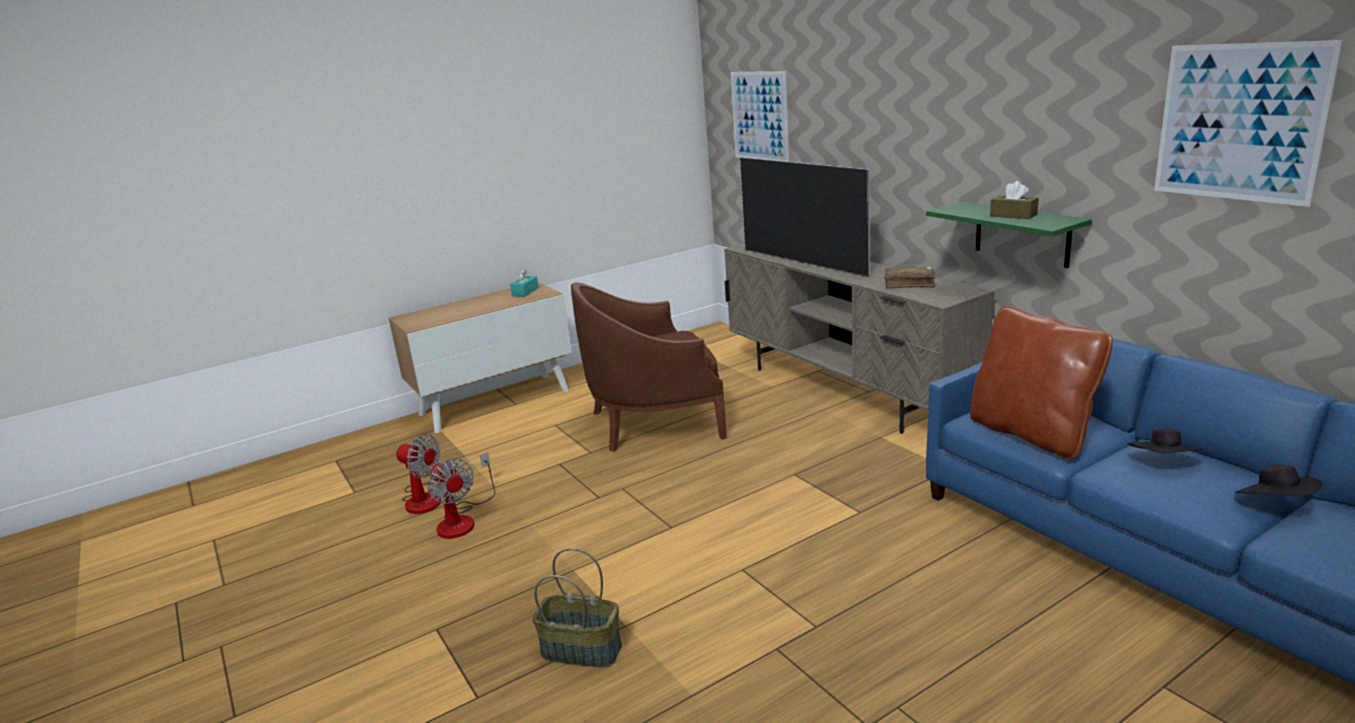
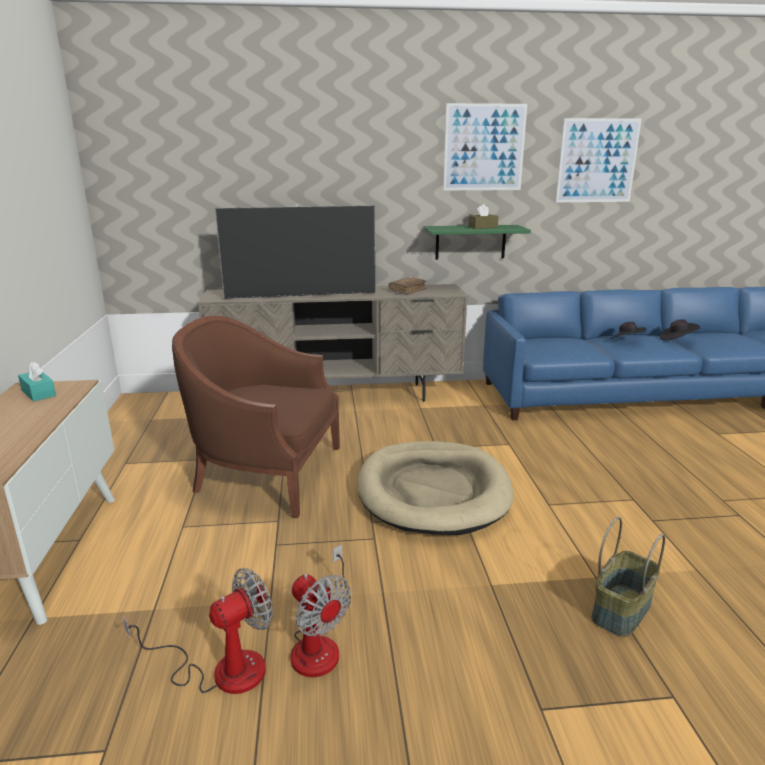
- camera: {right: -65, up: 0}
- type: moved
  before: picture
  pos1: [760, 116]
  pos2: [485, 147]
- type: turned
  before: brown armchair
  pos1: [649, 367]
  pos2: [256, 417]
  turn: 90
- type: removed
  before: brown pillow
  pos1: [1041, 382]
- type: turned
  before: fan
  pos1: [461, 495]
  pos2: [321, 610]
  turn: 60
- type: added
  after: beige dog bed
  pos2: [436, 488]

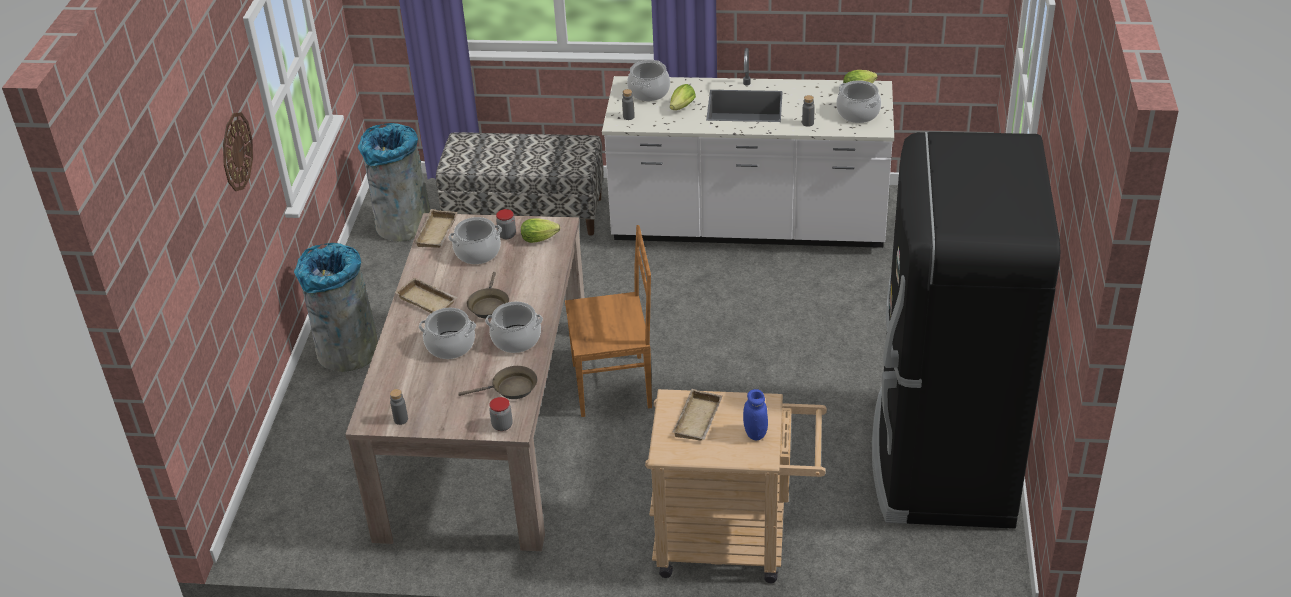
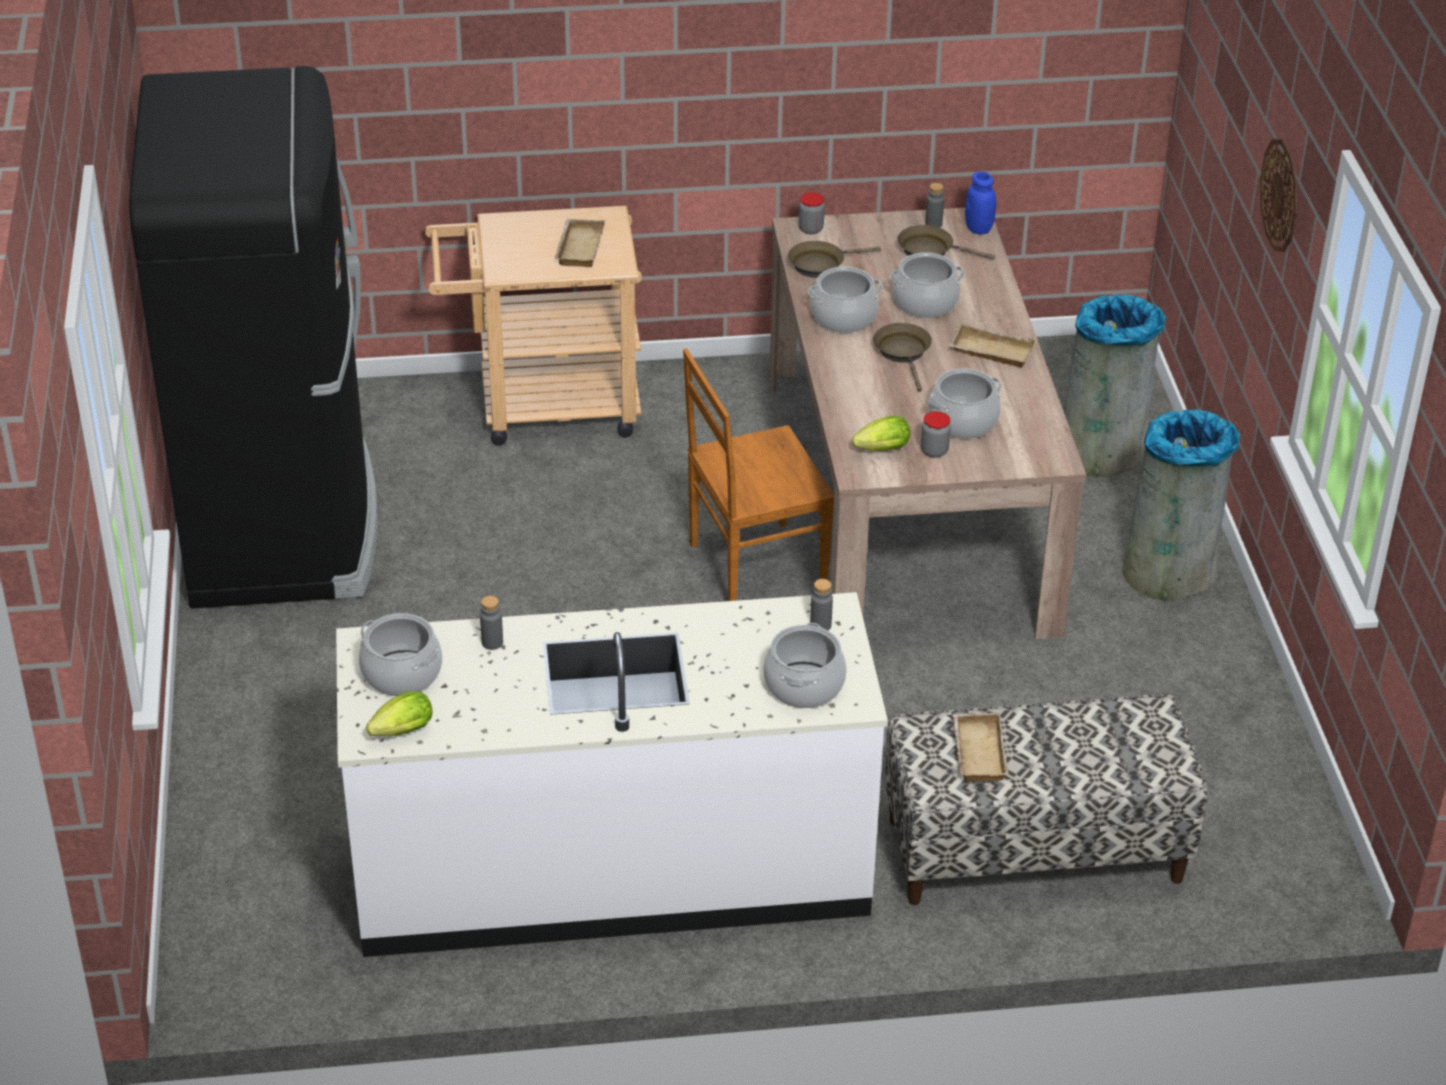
- camera: {right: 165, up: 0}
- type: removed
  before: lettuce
  pos1: [683, 97]
- type: moved
  before: grey trash can
  pos1: [394, 182]
  pos2: [1115, 385]
- type: moved
  before: beige tray
  pos1: [436, 228]
  pos2: [981, 747]
- type: moved
  before: blue jar
  pos1: [755, 414]
  pos2: [980, 203]
- type: added
  after: brown frying pan
  pos2: [946, 242]

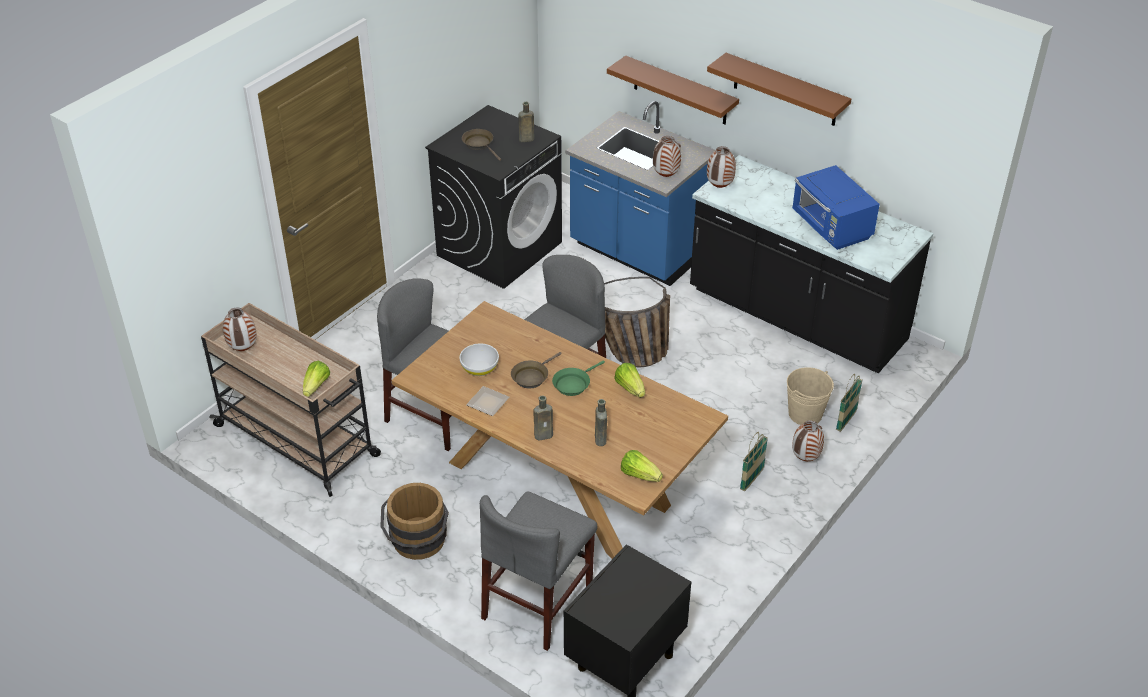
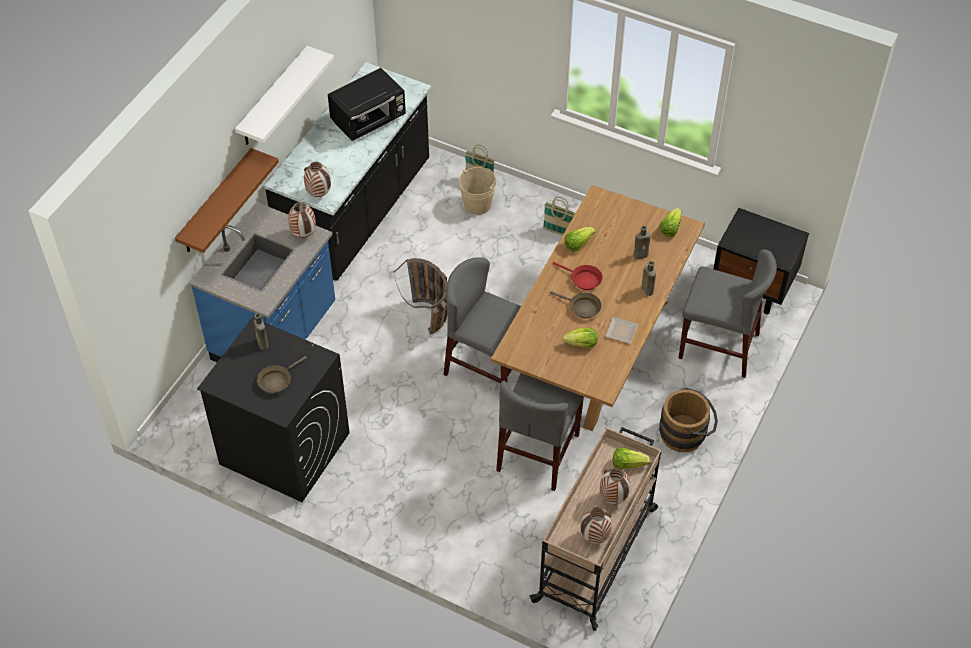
- camera: {right: -100, up: 10}
- type: recoloured
  before: brown shelf
  after: white shelf
  pos1: [779, 89]
  pos2: [284, 95]
- type: recoloured
  before: blue microwave
  after: black microwave
  pos1: [836, 207]
  pos2: [367, 104]
- type: replaced
  before: white bowl
  after: lettuce
  pos1: [479, 359]
  pos2: [580, 337]
- type: recoloured
  before: green frying pan
  after: red frying pan
  pos1: [578, 378]
  pos2: [578, 276]
- type: moved
  before: vase
  pos1: [808, 440]
  pos2: [615, 486]

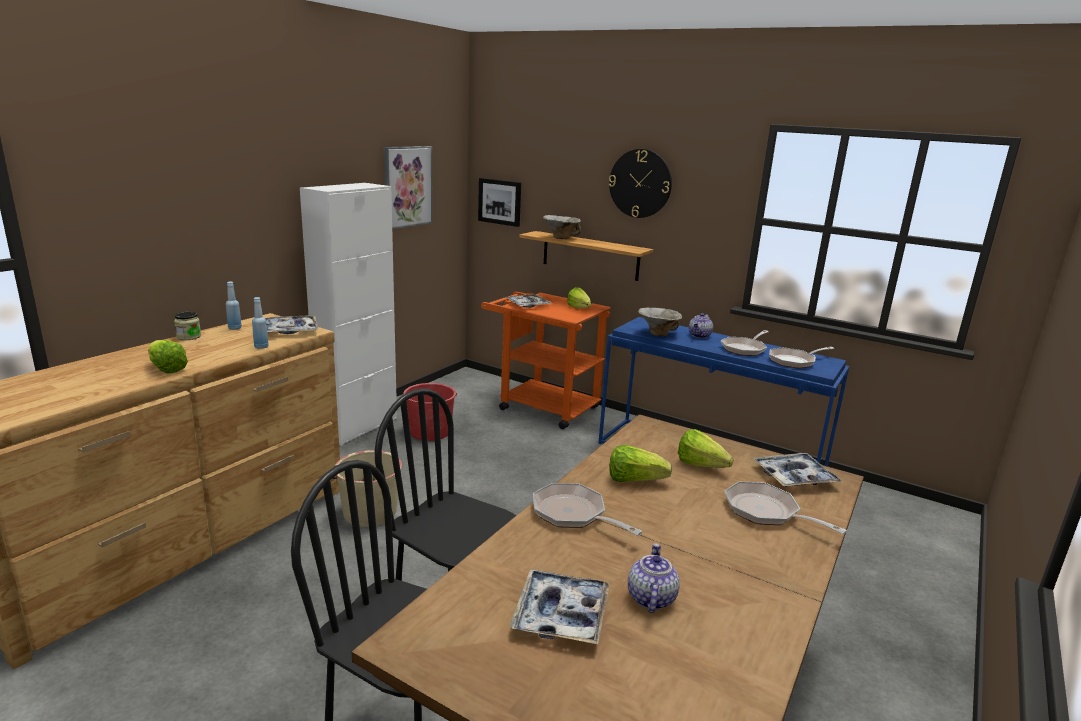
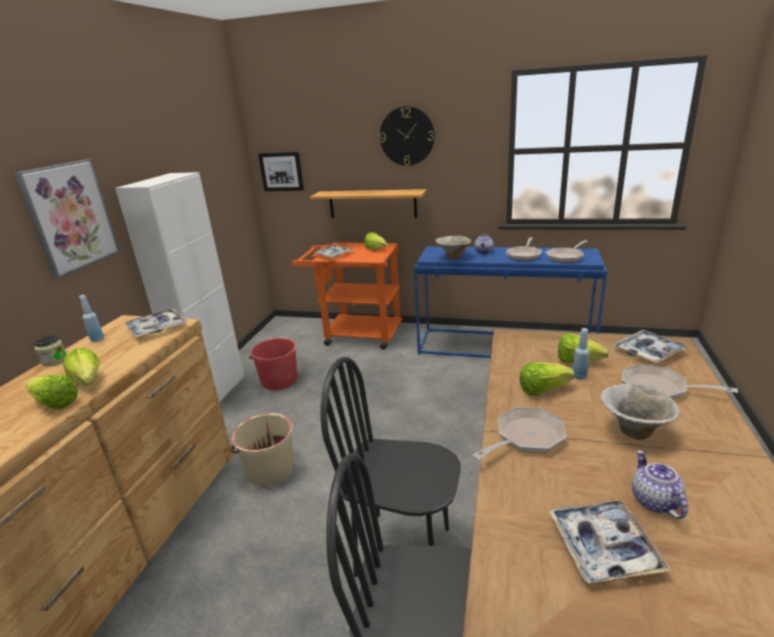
- camera: {right: -15, up: 5}
- type: moved
  before: picture
  pos1: [408, 187]
  pos2: [67, 218]
- type: moved
  before: bowl
  pos1: [562, 227]
  pos2: [640, 411]
- type: moved
  before: blue bottle
  pos1: [260, 323]
  pos2: [581, 353]
- type: turned
  before: frying pan
  pos1: [587, 509]
  pos2: [519, 434]
  turn: 120
- type: added
  after: lettuce
  pos2: [81, 366]

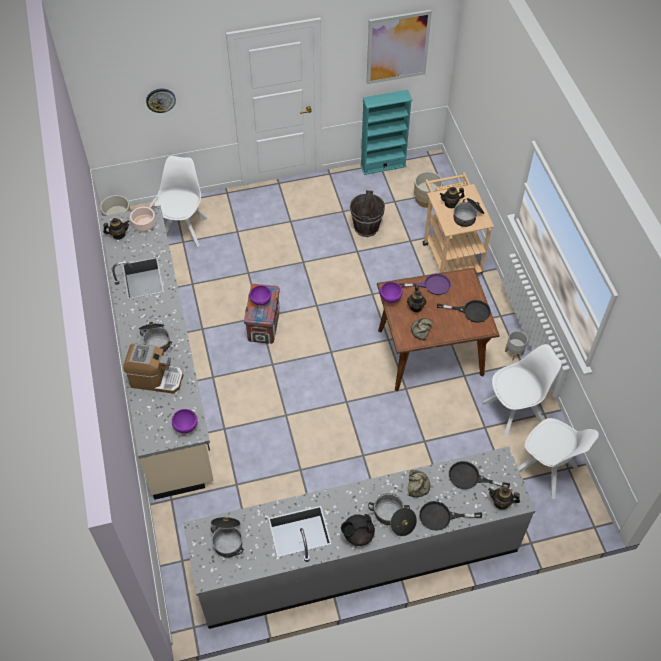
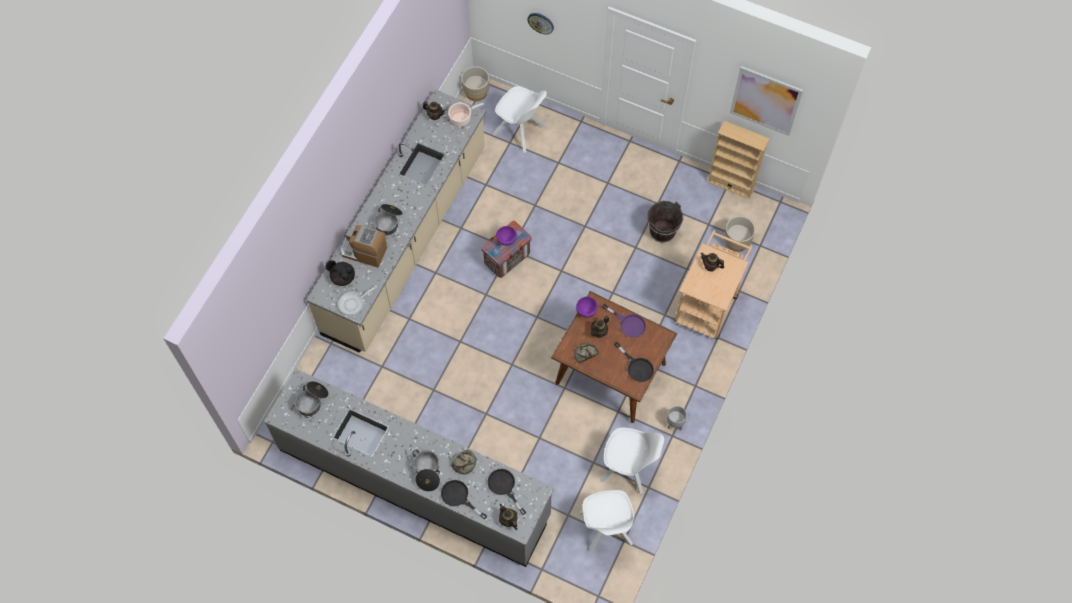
- camera: {right: 40, up: 10}
- type: recoloured
  before: turquoise bookcase
  after: beige bookcase
  pos1: [386, 132]
  pos2: [738, 159]
- type: turned
  before: white chair
  pos1: [181, 201]
  pos2: [520, 119]
  turn: 75
- type: removed
  before: cooking pot
  pos1: [468, 212]
- type: turned
  before: coffee machine
  pos1: [153, 369]
  pos2: [363, 246]
  turn: 150
- type: replaced
  before: purple bowl
  after: frying pan
  pos1: [185, 421]
  pos2: [357, 300]
- type: moved
  before: black teapot
  pos1: [358, 530]
  pos2: [340, 273]

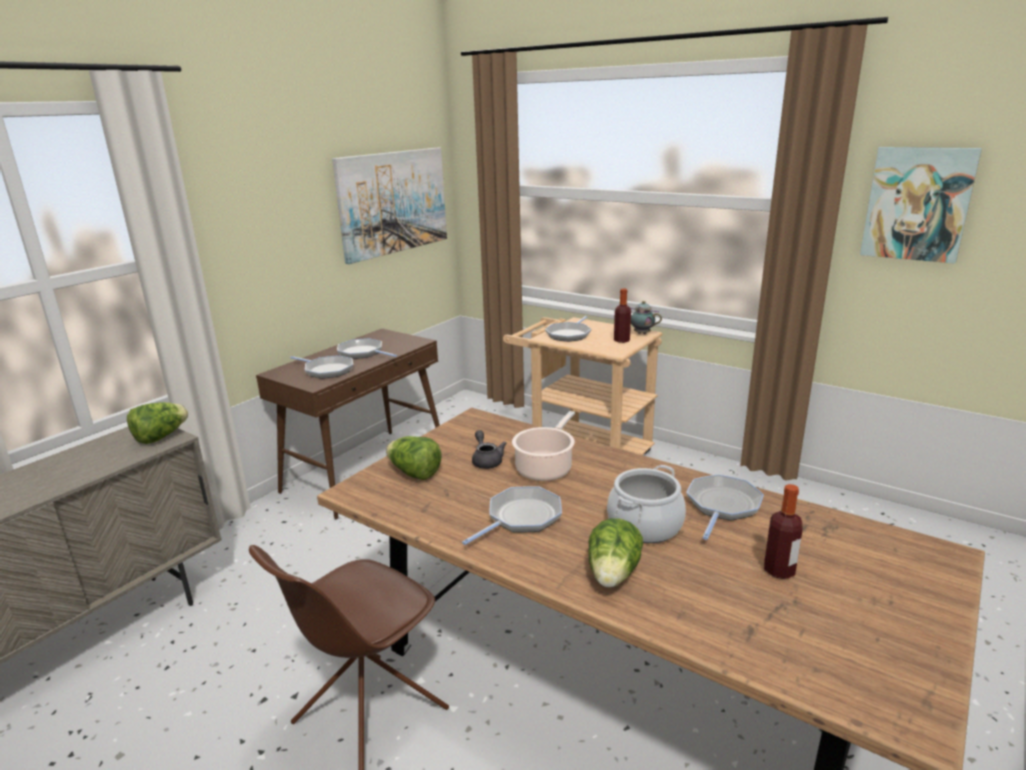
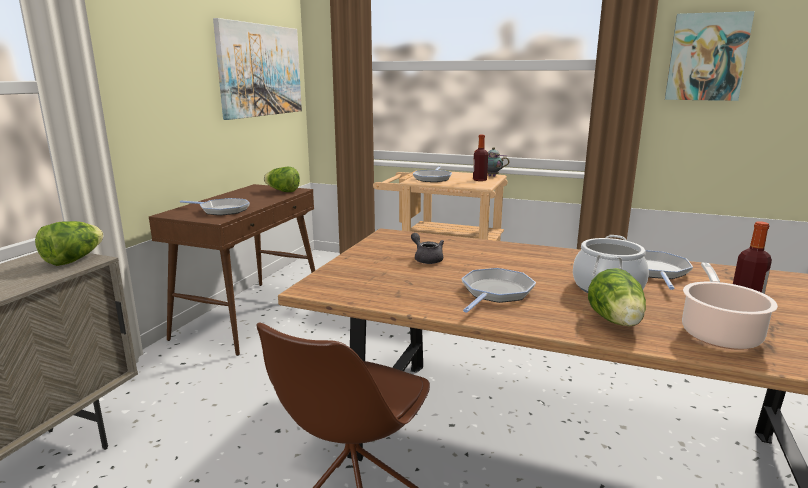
- camera: {right: -15, up: -5}
- type: removed
  before: frying pan
  pos1: [367, 348]
- type: moved
  before: cooking pot
  pos1: [543, 446]
  pos2: [730, 306]
- type: moved
  before: lettuce
  pos1: [413, 458]
  pos2: [282, 179]

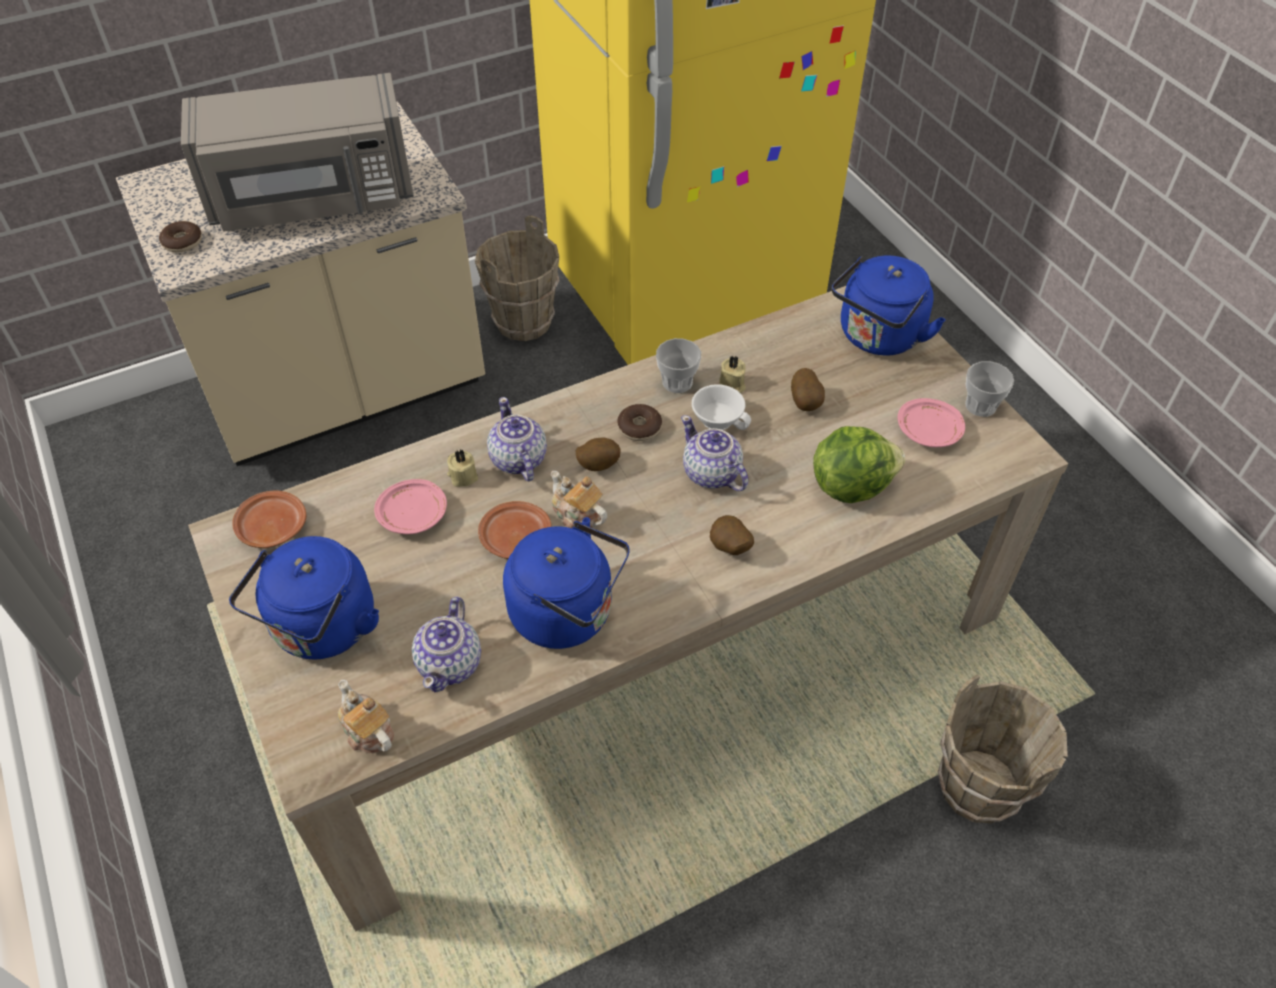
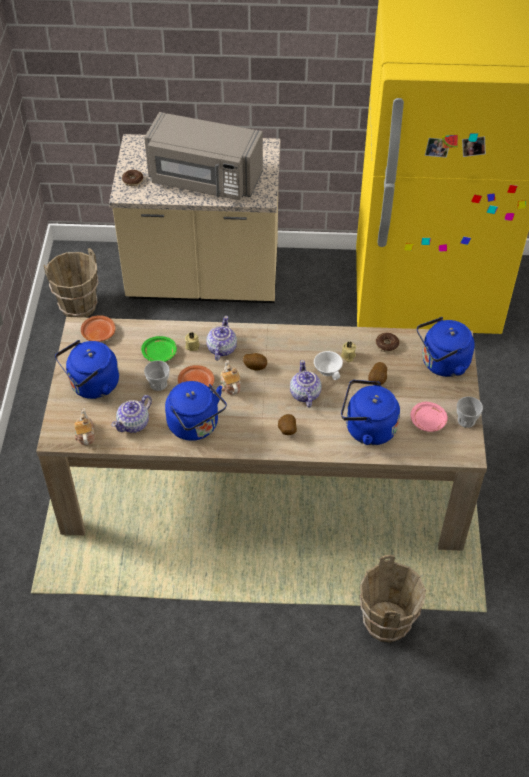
- camera: {right: 30, up: 0}
- type: moved
  before: brown bucket
  pos1: [517, 278]
  pos2: [71, 283]
- type: moved
  before: cup
  pos1: [678, 365]
  pos2: [157, 375]
- type: moved
  before: donut
  pos1: [639, 422]
  pos2: [387, 342]
- type: replaced
  before: lettuce
  after: blue kettle
  pos1: [859, 464]
  pos2: [370, 412]
- type: recoloured
  before: pink plate
  after: green plate
  pos1: [410, 506]
  pos2: [159, 349]

